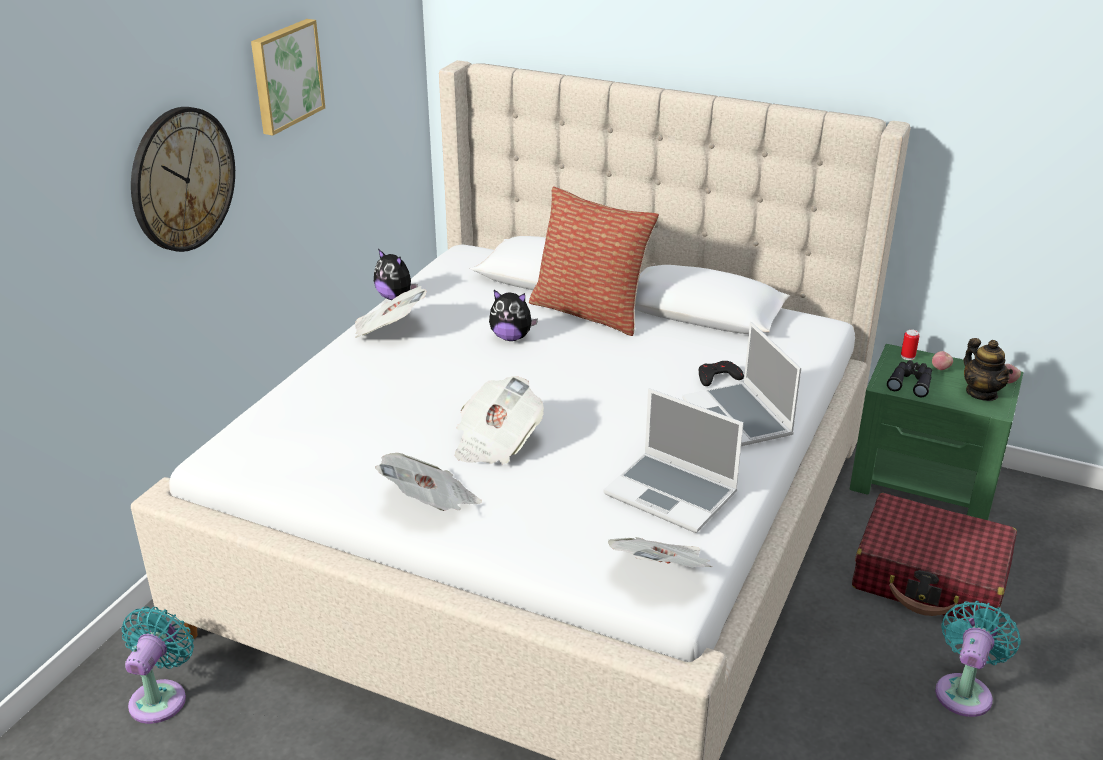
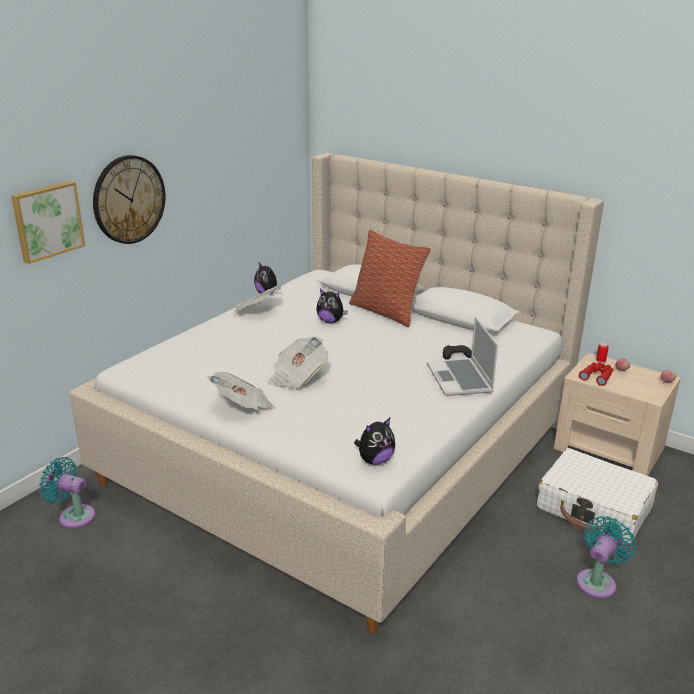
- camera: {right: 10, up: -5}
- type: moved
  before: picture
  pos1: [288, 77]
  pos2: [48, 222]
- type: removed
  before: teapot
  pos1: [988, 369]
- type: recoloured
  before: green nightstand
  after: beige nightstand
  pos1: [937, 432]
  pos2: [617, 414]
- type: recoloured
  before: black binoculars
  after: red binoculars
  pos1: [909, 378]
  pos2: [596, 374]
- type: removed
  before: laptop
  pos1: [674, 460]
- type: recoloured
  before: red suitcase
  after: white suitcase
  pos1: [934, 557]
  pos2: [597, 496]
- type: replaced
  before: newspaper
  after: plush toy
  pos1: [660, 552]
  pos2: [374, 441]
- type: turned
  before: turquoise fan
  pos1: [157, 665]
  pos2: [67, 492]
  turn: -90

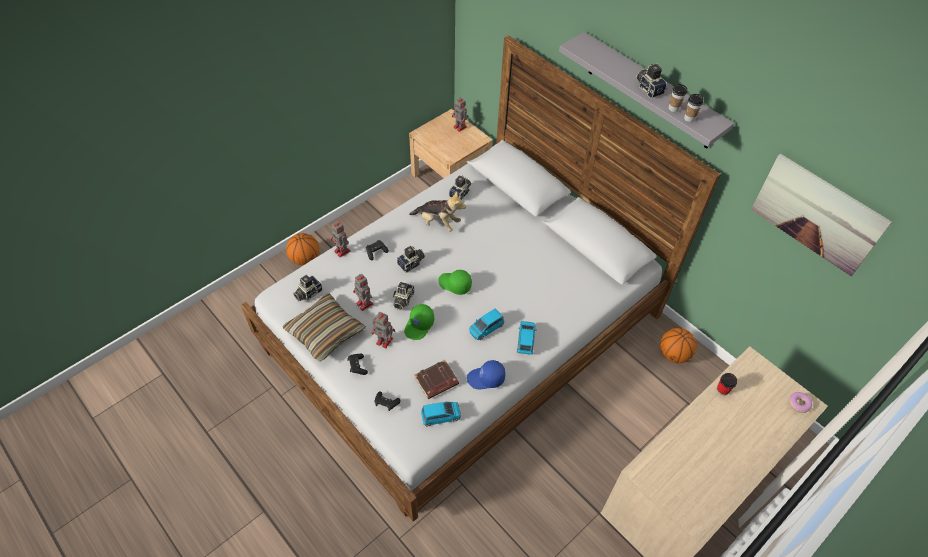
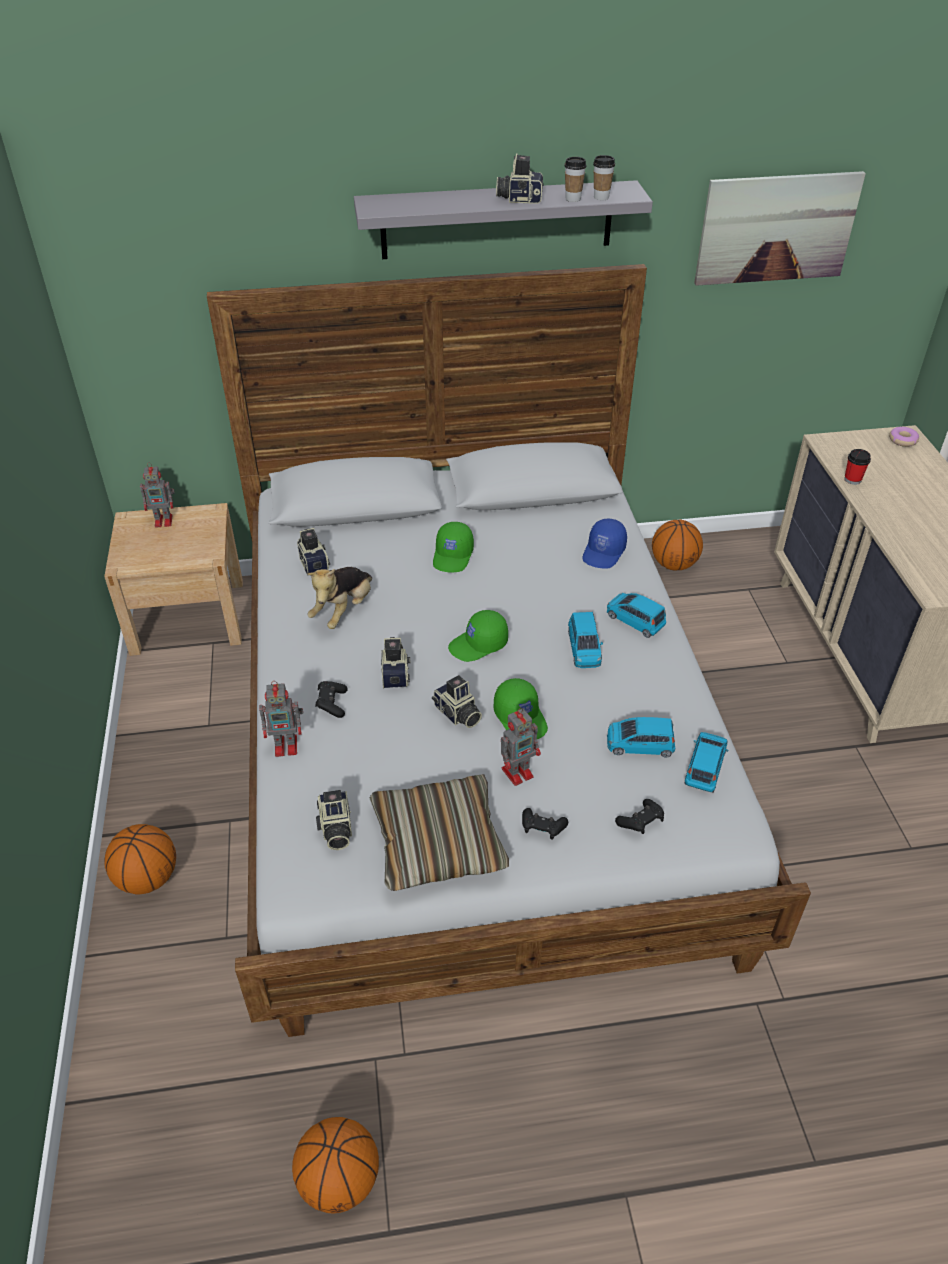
- camera: {right: -55, up: -10}
- type: turned
  before: plush toy
  pos1: [437, 211]
  pos2: [339, 598]
  turn: 150
- type: removed
  before: toy robot
  pos1: [363, 292]
- type: replaced
  before: brown book
  after: blue toy car
  pos1: [436, 379]
  pos2: [641, 737]
- type: moved
  before: blue cap
  pos1: [486, 375]
  pos2: [604, 544]
- type: added
  after: green cap
  pos2: [453, 547]
- type: added
  after: basketball
  pos2: [335, 1165]

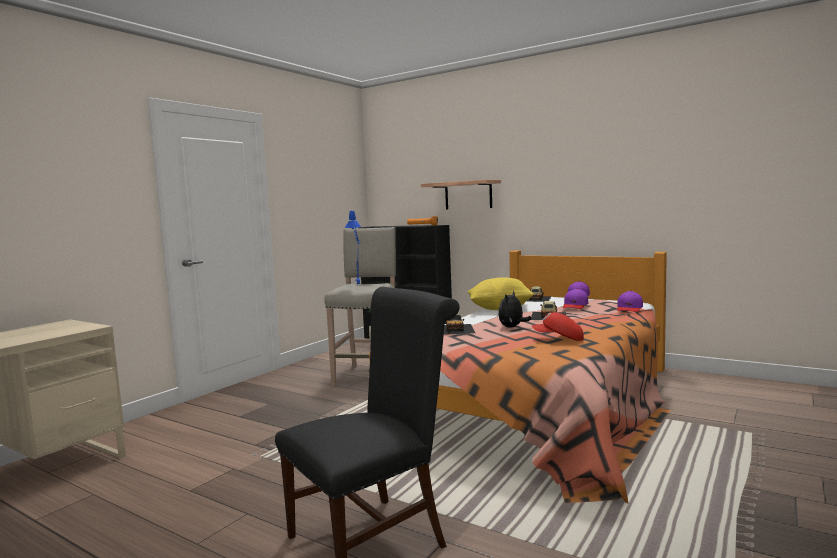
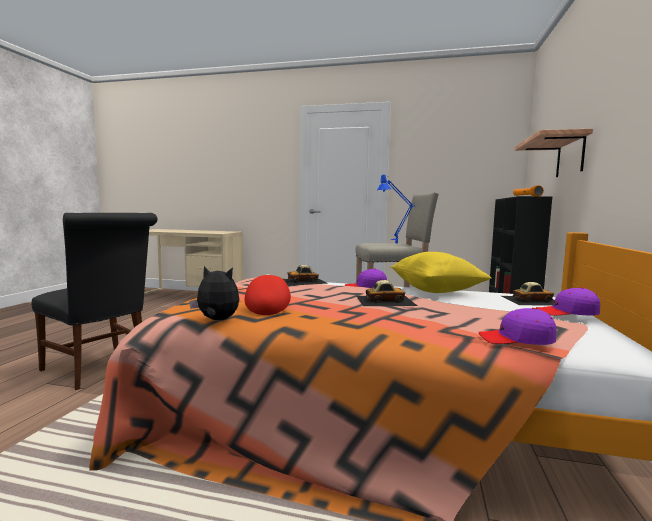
- camera: {right: 70, up: 0}
- type: moved
  before: purple cap
  pos1: [575, 298]
  pos2: [366, 278]
- type: moved
  before: plush toy
  pos1: [514, 309]
  pos2: [214, 293]

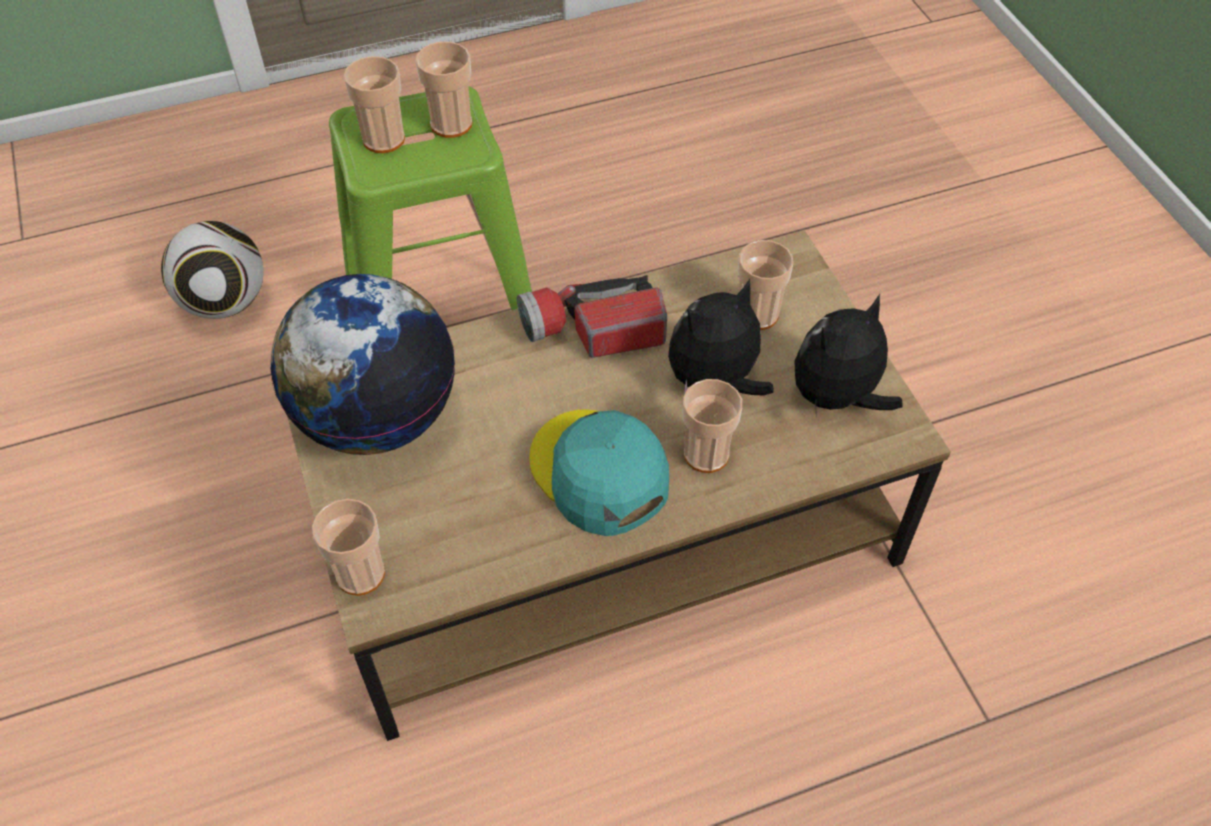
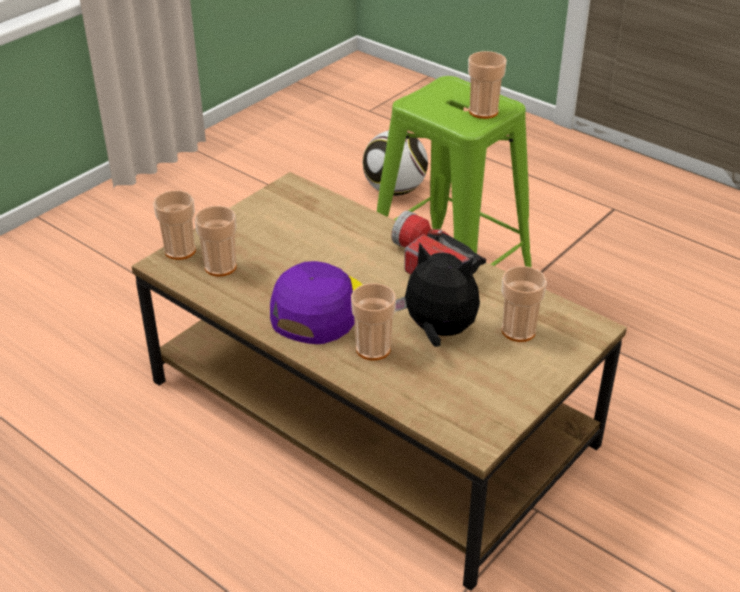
- camera: {right: 60, up: -15}
- type: moved
  before: cup
  pos1: [374, 104]
  pos2: [216, 241]
- type: removed
  before: globe
  pos1: [363, 364]
- type: removed
  before: plush toy
  pos1: [848, 352]
- type: recoloured
  before: turquoise cap
  after: purple cap
  pos1: [599, 472]
  pos2: [316, 302]

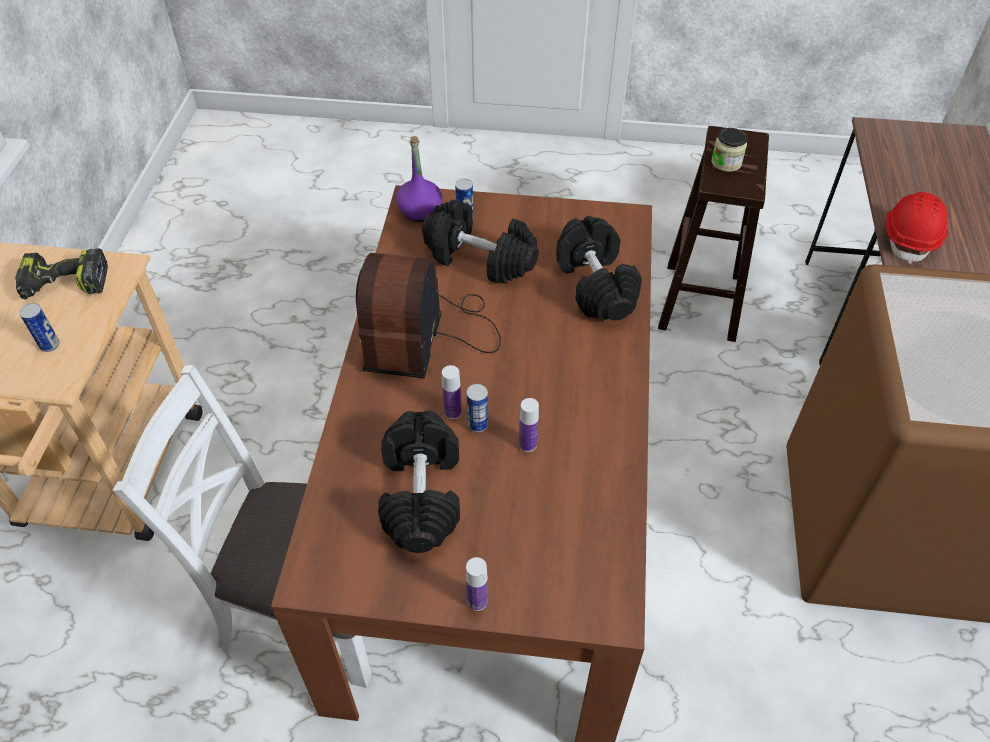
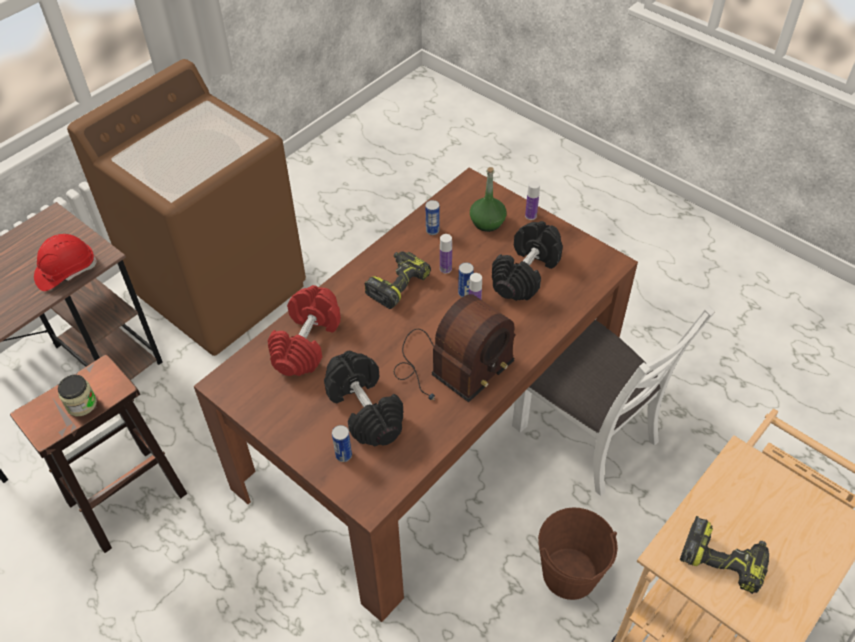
- camera: {right: -145, up: 0}
- type: removed
  before: purple bottle
  pos1: [419, 179]
- type: recoloured
  before: black dumbbell
  after: red dumbbell
  pos1: [599, 268]
  pos2: [304, 330]
- type: moved
  before: can
  pos1: [39, 327]
  pos2: [432, 217]
- type: added
  after: green bottle
  pos2: [488, 199]
- type: added
  after: power drill
  pos2: [397, 280]
- type: added
  after: brown bucket
  pos2: [578, 553]

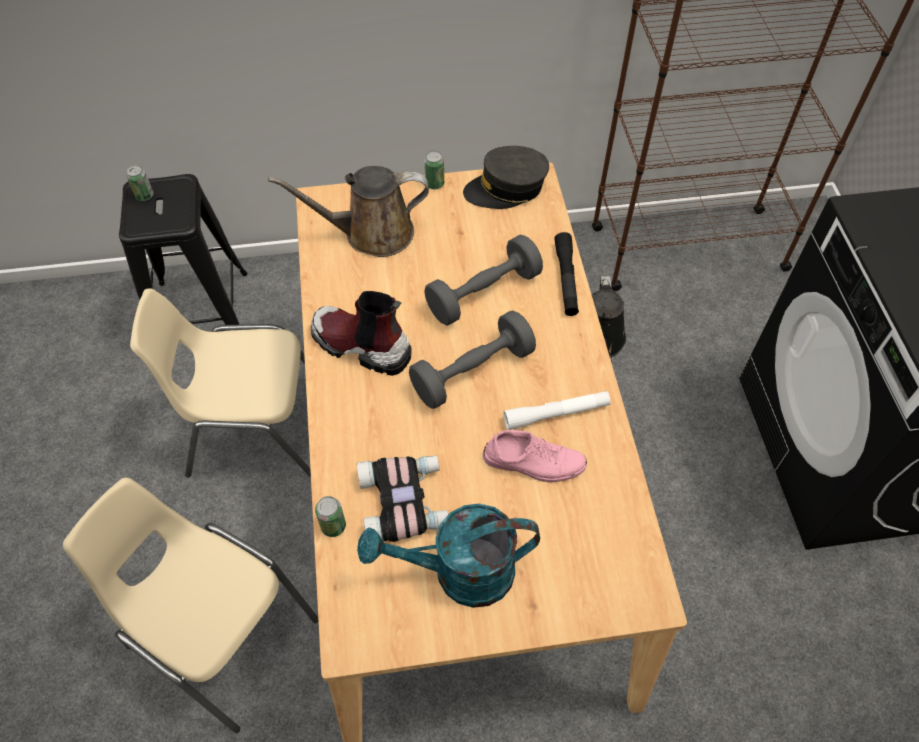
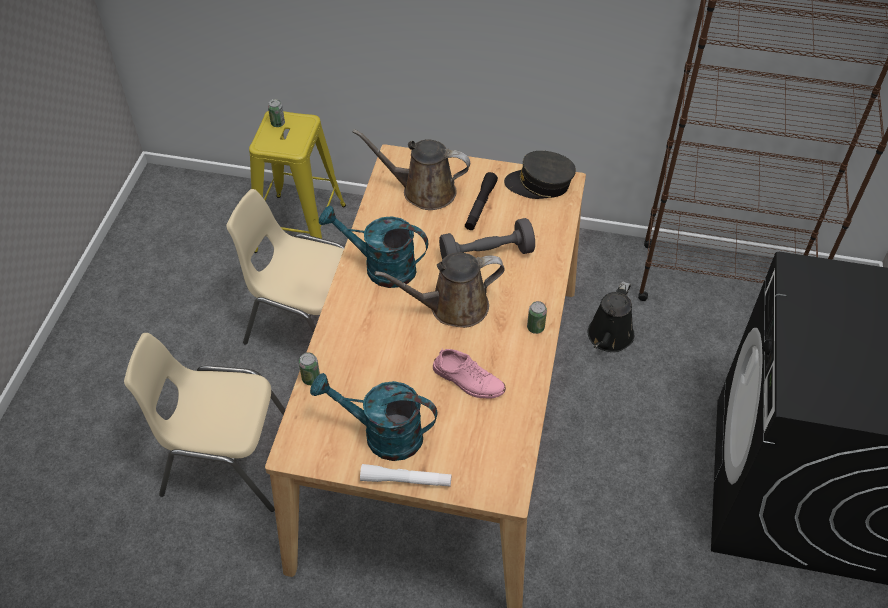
- camera: {right: 20, up: -5}
- type: moved
  before: can
  pos1: [434, 170]
  pos2: [537, 317]
- type: recoloured
  before: black stool
  after: yellow stool
  pos1: [183, 249]
  pos2: [297, 182]
- type: moved
  before: black flashlight
  pos1: [566, 274]
  pos2: [481, 201]
- type: replaced
  before: boot
  after: turquoise watering can
  pos1: [361, 333]
  pos2: [373, 246]
- type: replaced
  before: grey dumbbell
  after: brown watering can
  pos1: [472, 359]
  pos2: [440, 290]
- type: moved
  before: white flashlight
  pos1: [557, 410]
  pos2: [406, 475]
- type: removed
  before: binoculars
  pos1: [402, 498]
- type: turned
  before: beige chair
  pos1: [190, 605]
  pos2: [204, 422]
  turn: -45

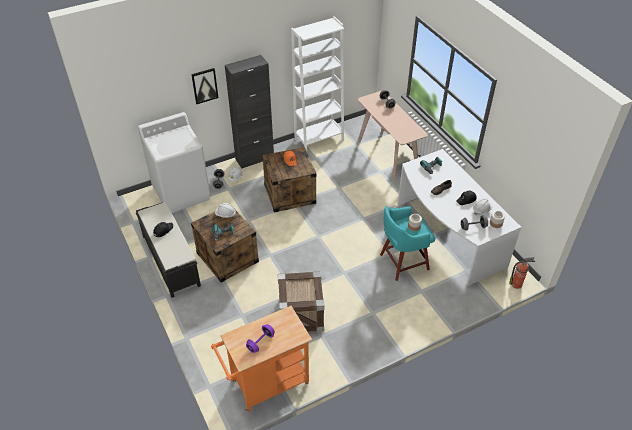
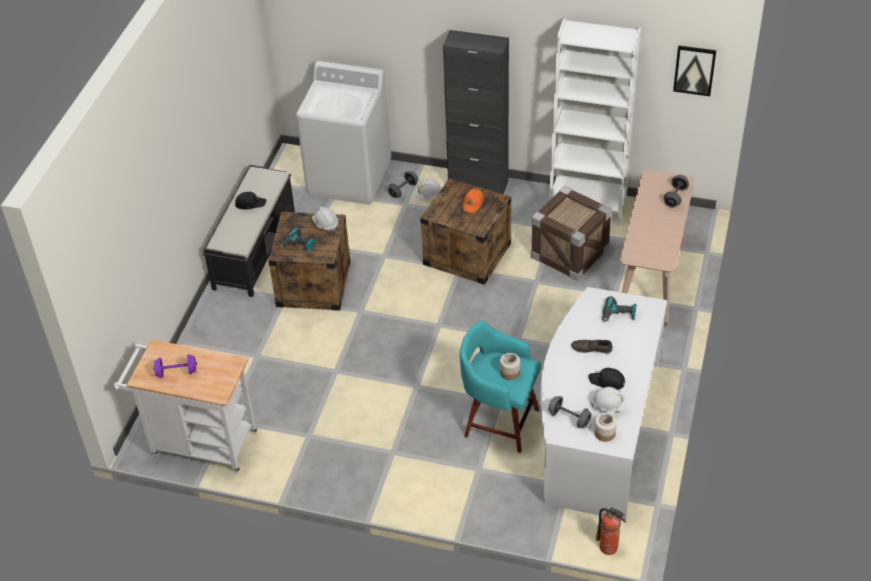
- camera: {right: 45, up: 0}
- type: moved
  before: picture
  pos1: [204, 86]
  pos2: [694, 70]
- type: moved
  before: crate
  pos1: [301, 301]
  pos2: [571, 233]
- type: recoloured
  before: orange cart
  after: white cart
  pos1: [261, 359]
  pos2: [185, 406]

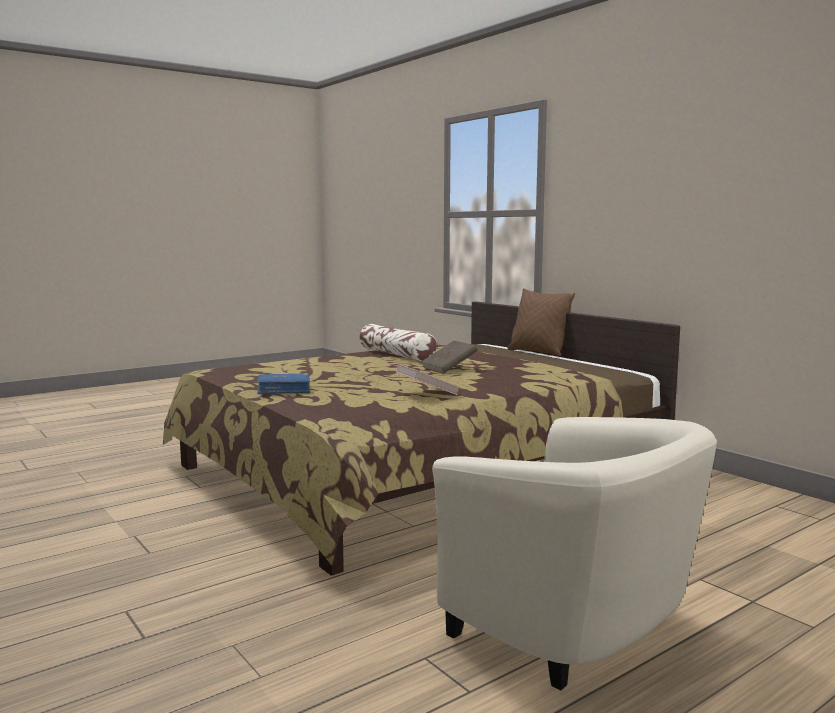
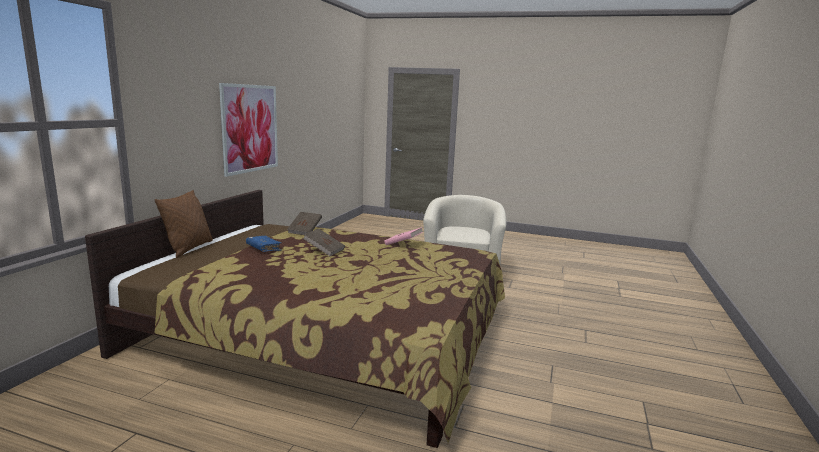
- camera: {right: -125, up: 5}
- type: removed
  before: pillow
  pos1: [398, 342]
- type: moved
  before: blue book
  pos1: [283, 383]
  pos2: [263, 244]
- type: added
  after: picture
  pos2: [248, 130]
- type: added
  after: brown book
  pos2: [304, 223]

